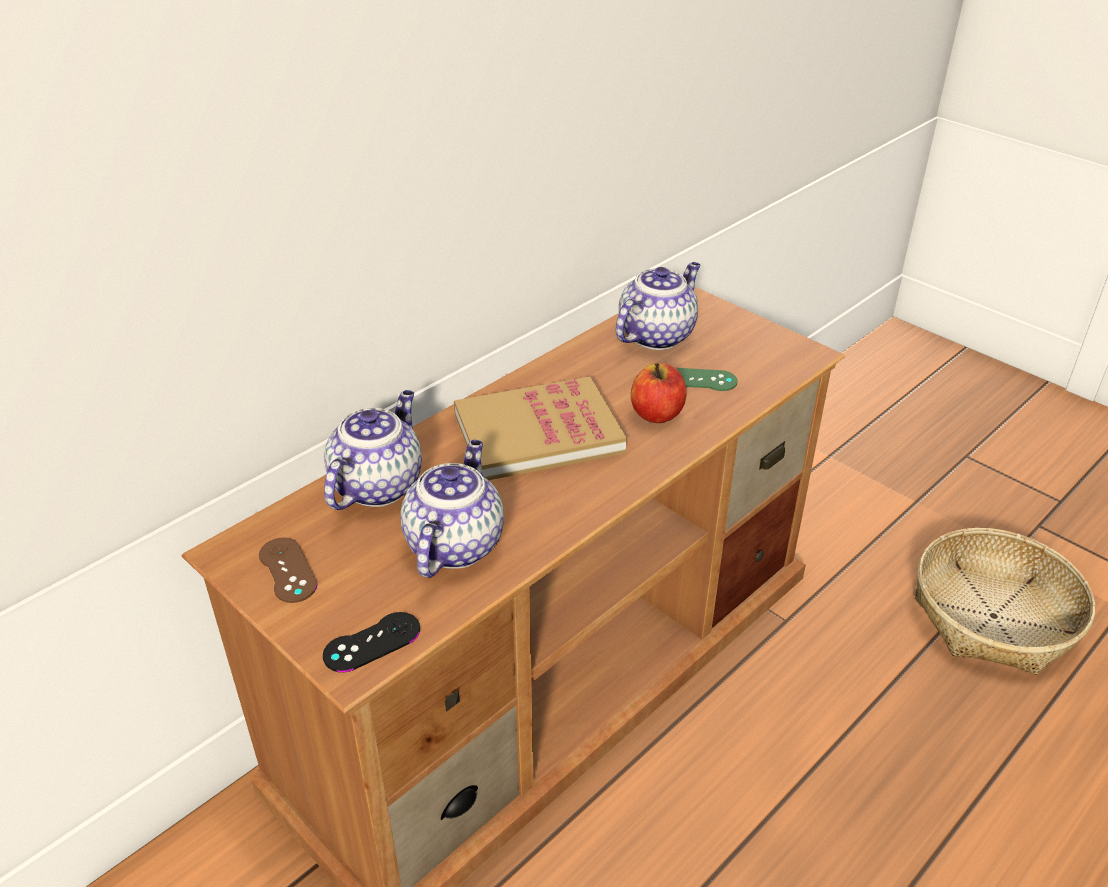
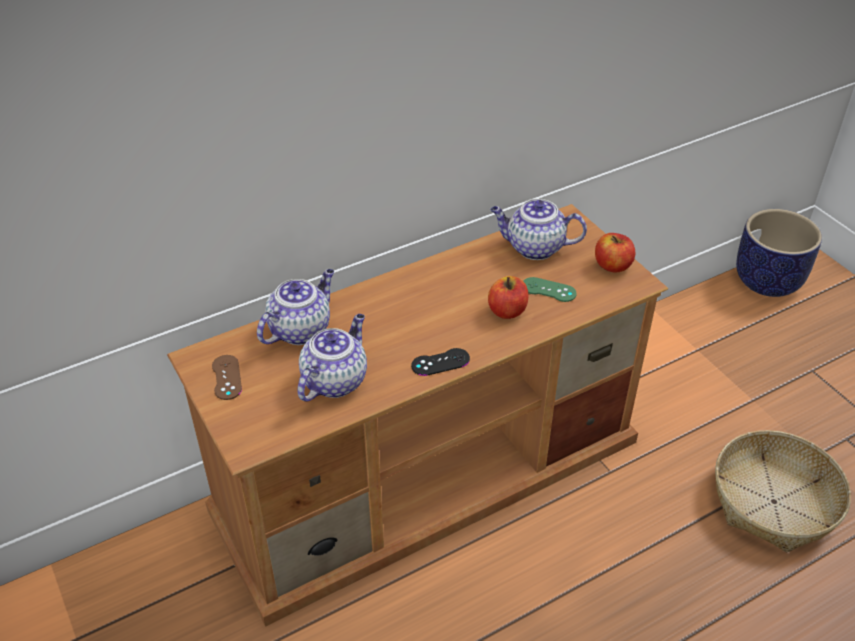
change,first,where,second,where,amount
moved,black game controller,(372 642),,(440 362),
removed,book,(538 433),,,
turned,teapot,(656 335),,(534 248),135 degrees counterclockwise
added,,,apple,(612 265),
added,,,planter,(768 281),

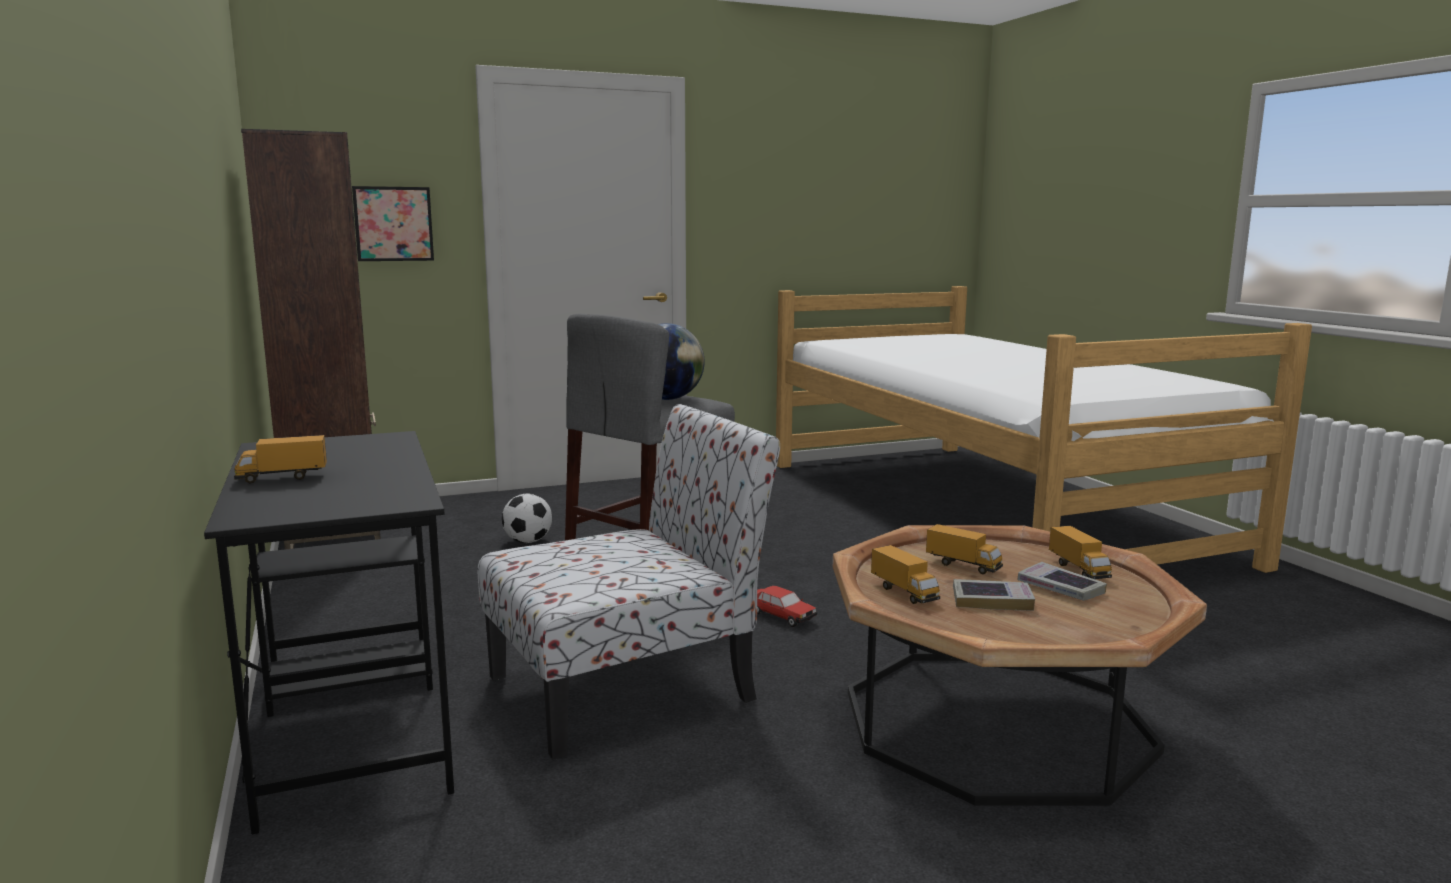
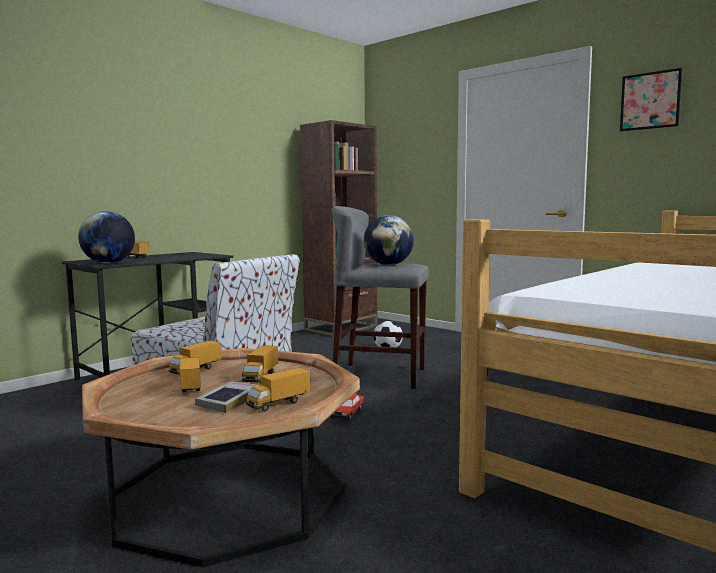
change,first,where,second,where,amount
moved,picture,(393 224),,(650 100),
replaced,book,(992 600),toy truck,(191 387),
added,,,globe,(108 263),

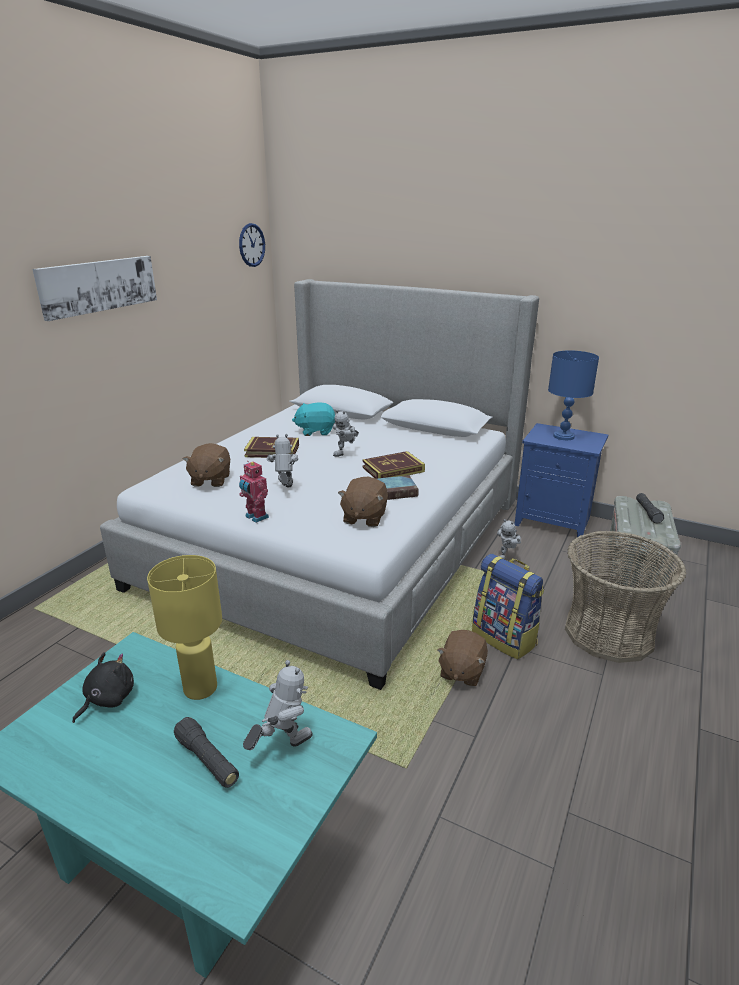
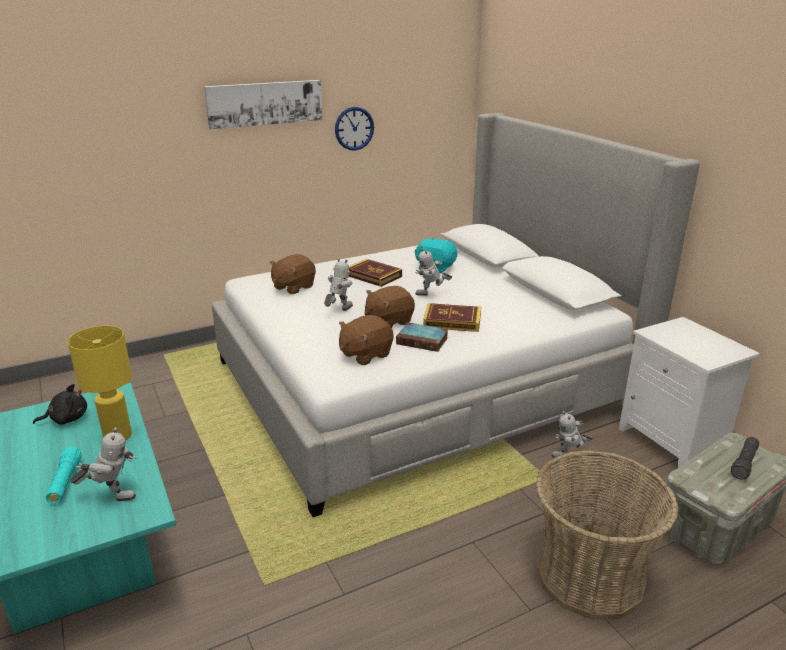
change,first,where,second,where,amount
recoloured,black flashlight,(207 760),turquoise flashlight,(65 482),
moved,wall clock,(251 245),,(354 128),
removed,toy robot,(255 517),,,
moved,brown plush toy,(461 671),,(388 321),
removed,backpack,(505 638),,,
recoloured,blue nightstand,(554 521),white nightstand,(674 441),
removed,blue table lamp,(563 436),,,

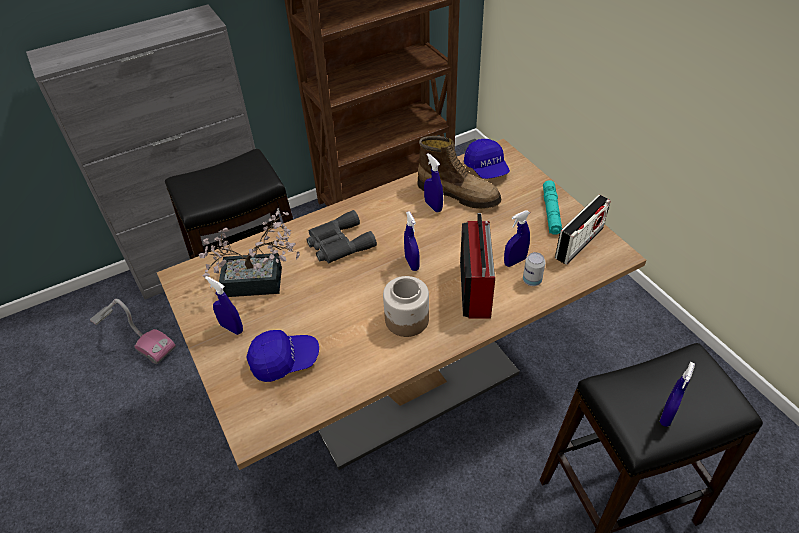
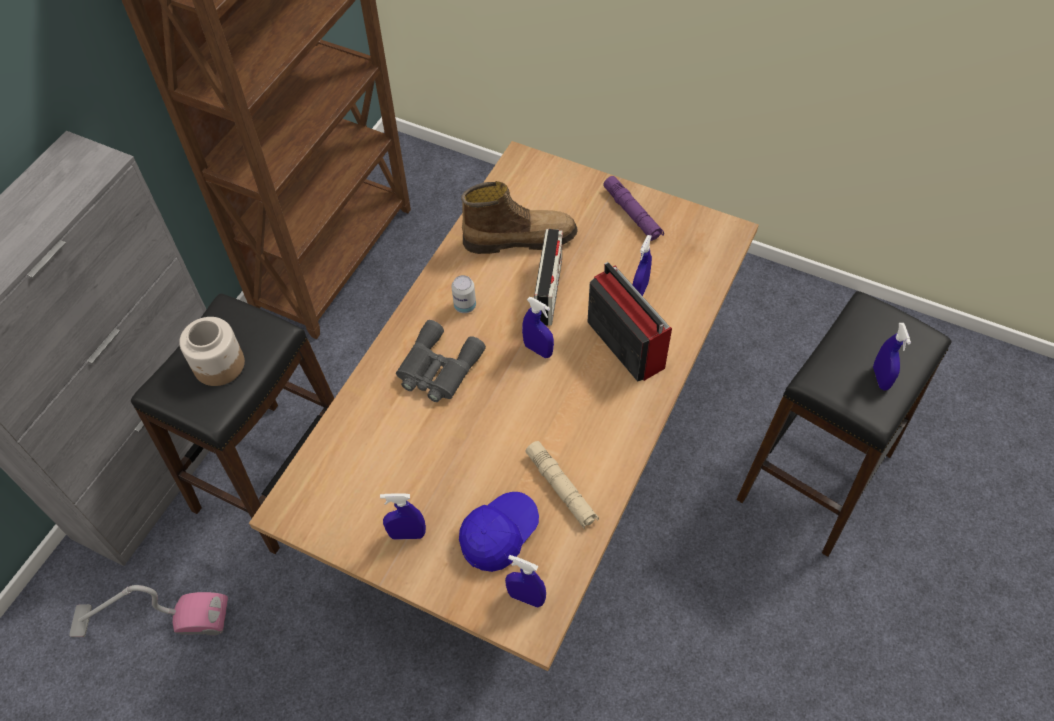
change,first,where,second,where,amount
removed,potted plant,(260 282),,,
moved,jar,(406 320),,(219 365),
moved,blue spray bottle,(433 206),,(526 597),
removed,blue cap,(486 169),,,
moved,can,(532 280),,(465 306),
recoloured,turquoise flashlight,(551 212),purple flashlight,(632 214),
moved,radio,(579 243),,(548 291),
added,,,beige flashlight,(561 488),

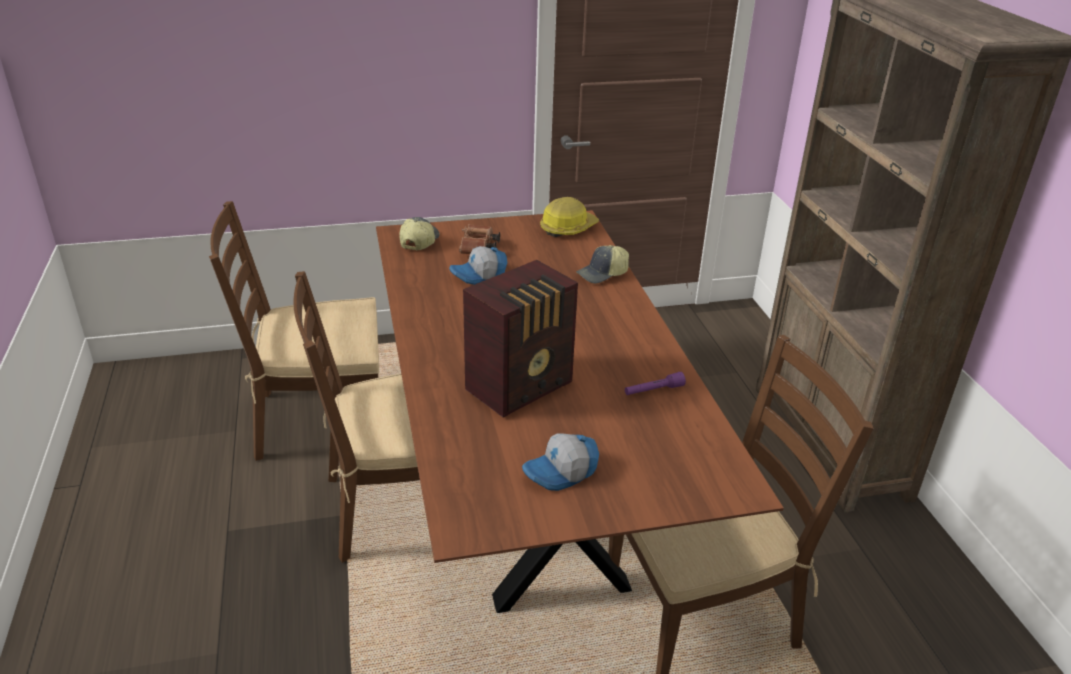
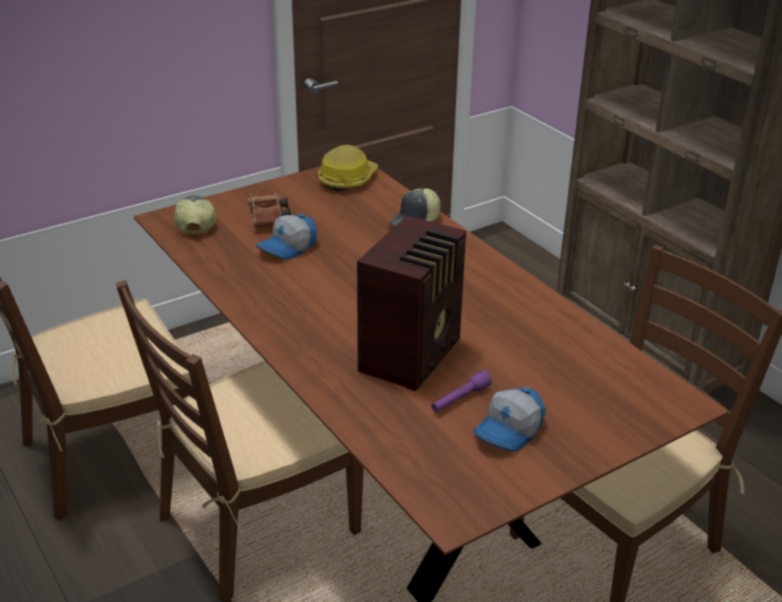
change,first,where,second,where,amount
moved,purple flashlight,(653 390),,(460 399),

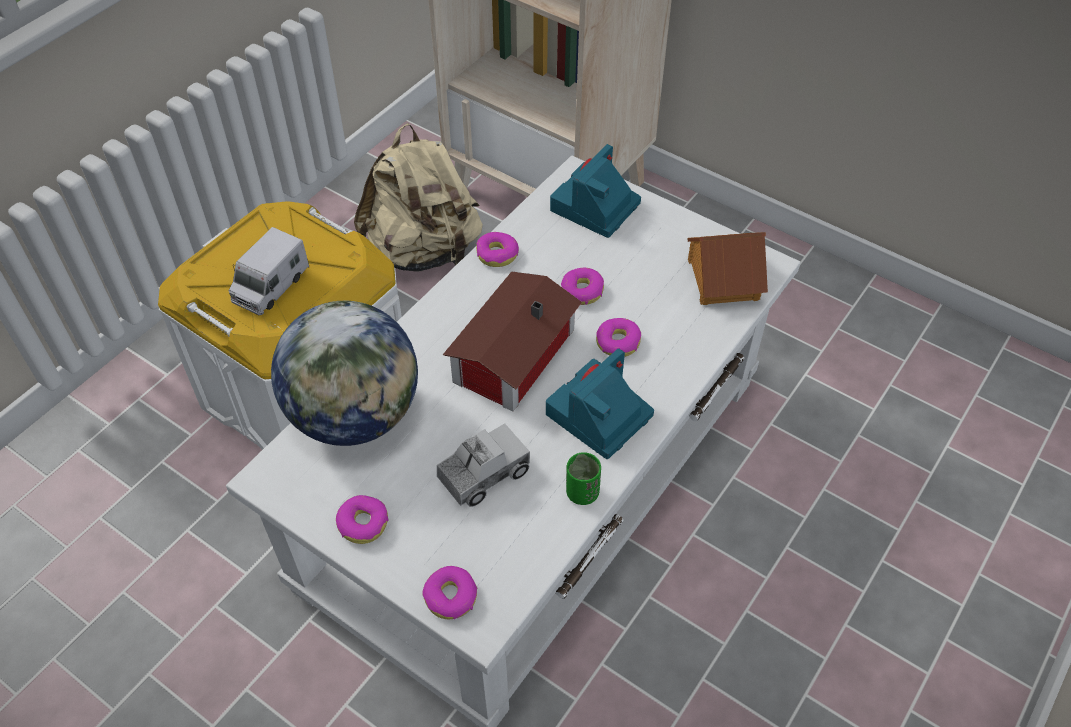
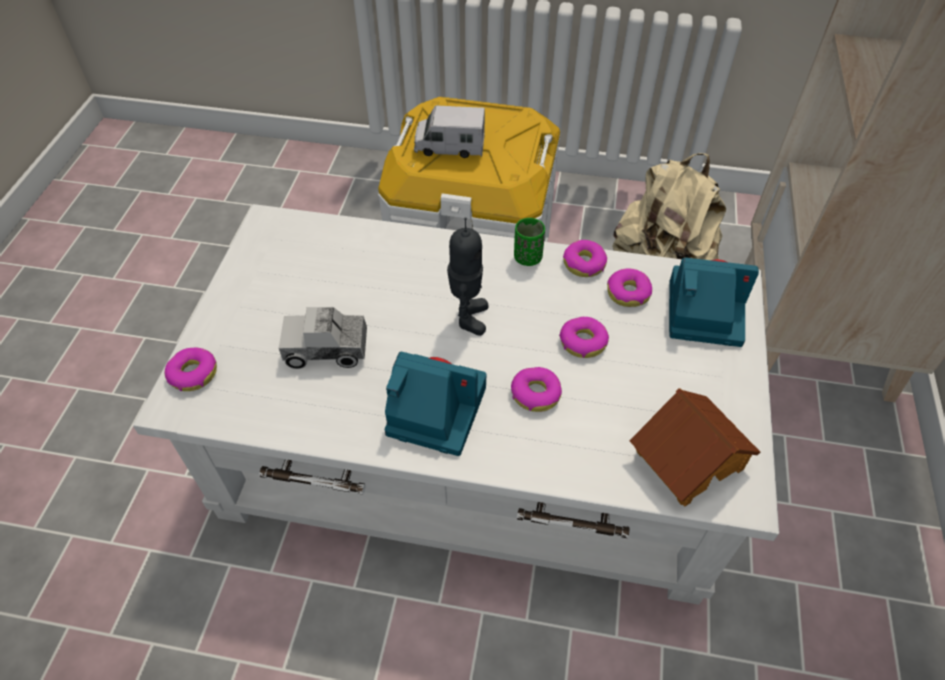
change,first,where,second,where,amount
removed,globe,(355 415),,,
moved,donut,(363 523),,(628 293),
turned,toy truck,(483 474),,(326 349),150 degrees clockwise
replaced,toy house,(509 356),toy robot,(468 318),
moved,green cup,(582 492),,(527 258),

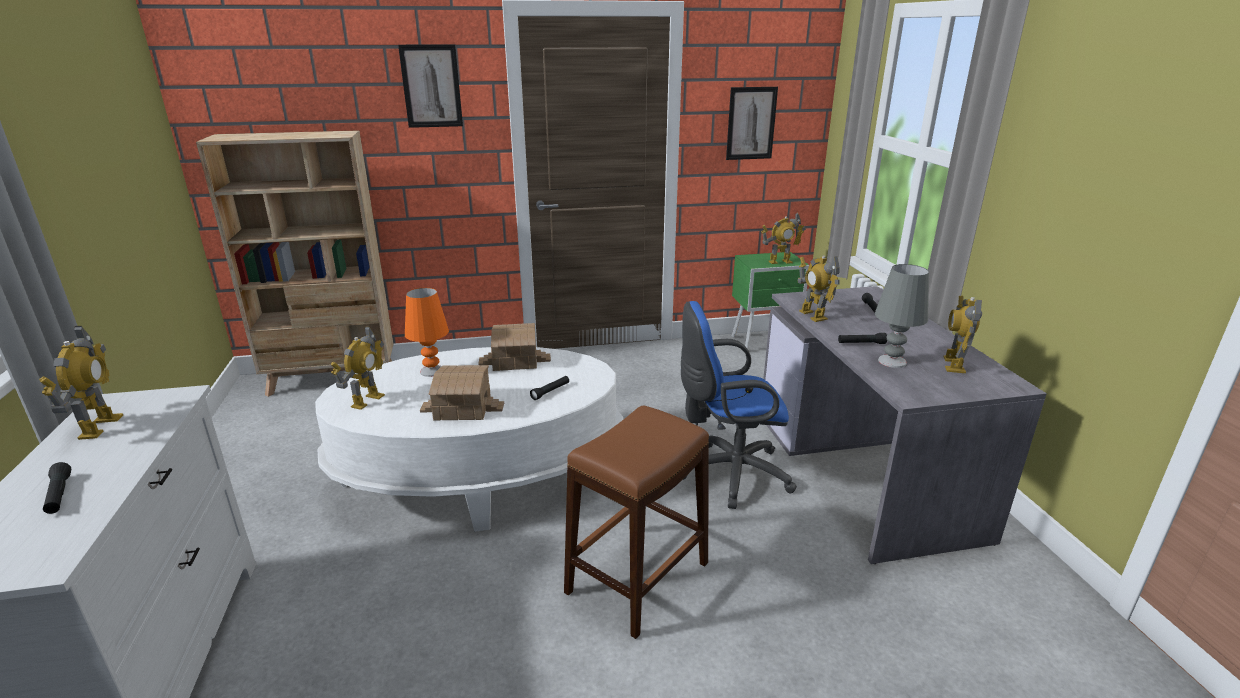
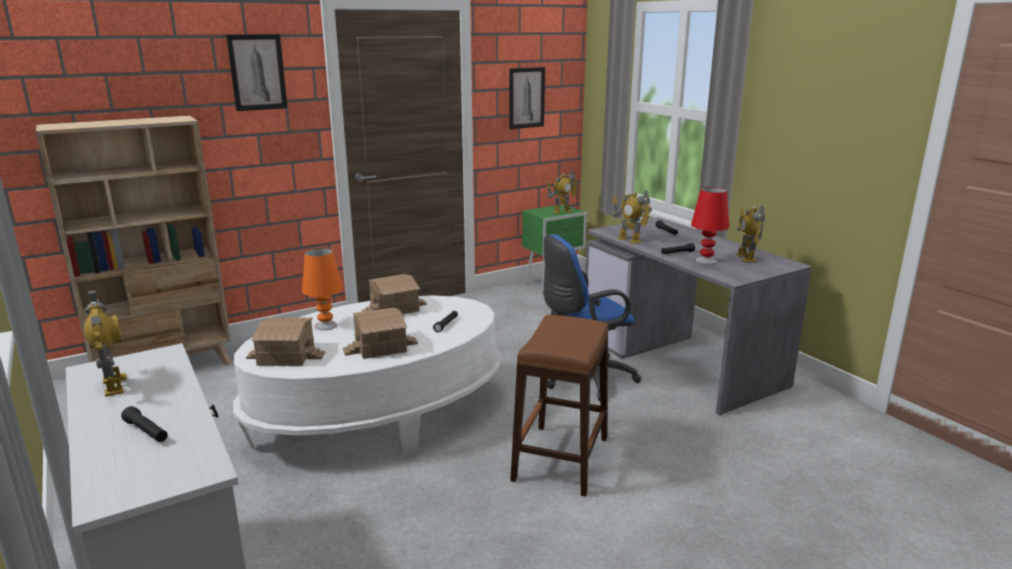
change,first,where,second,where,amount
replaced,toy robot,(367 401),toy house,(286 355),
recoloured,grey table lamp,(892 361),red table lamp,(706 261),

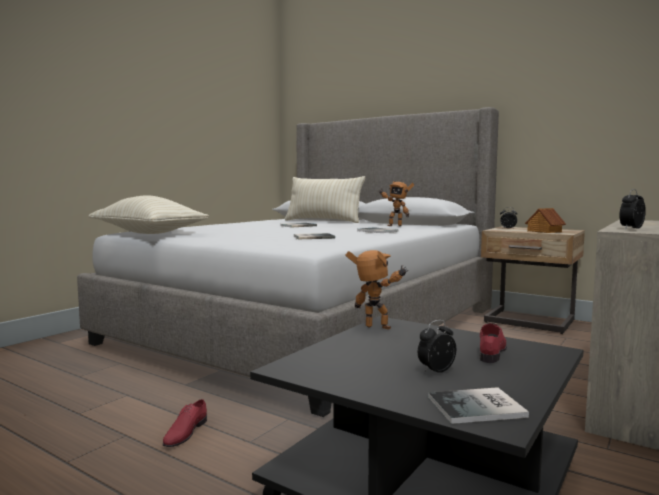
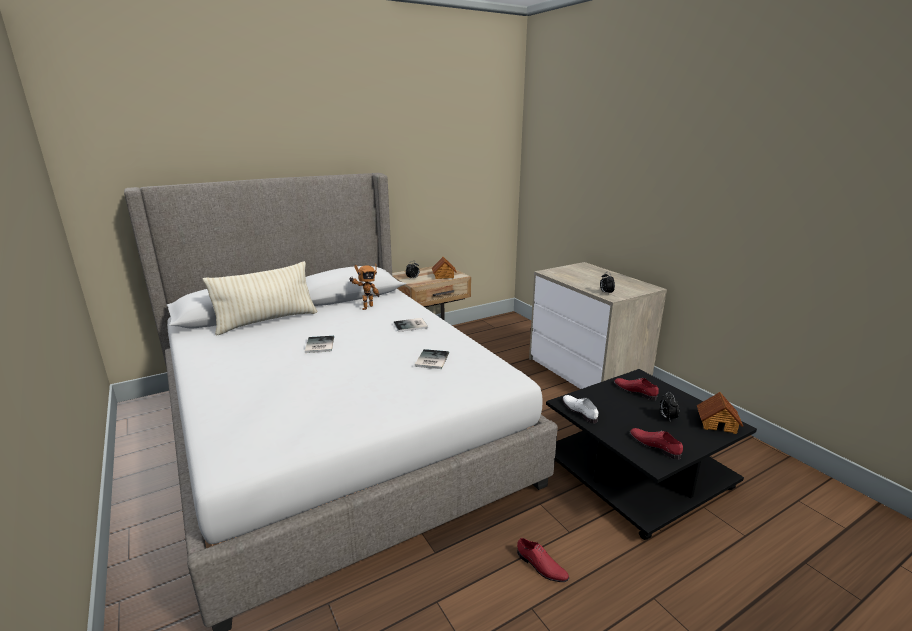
change,first,where,second,where,amount
removed,beige pillow,(148 233),,,
replaced,toy robot,(377 328),white shoe,(580 410),
replaced,book,(479 407),toy house,(717 423),
added,,,red shoe,(655 445),

